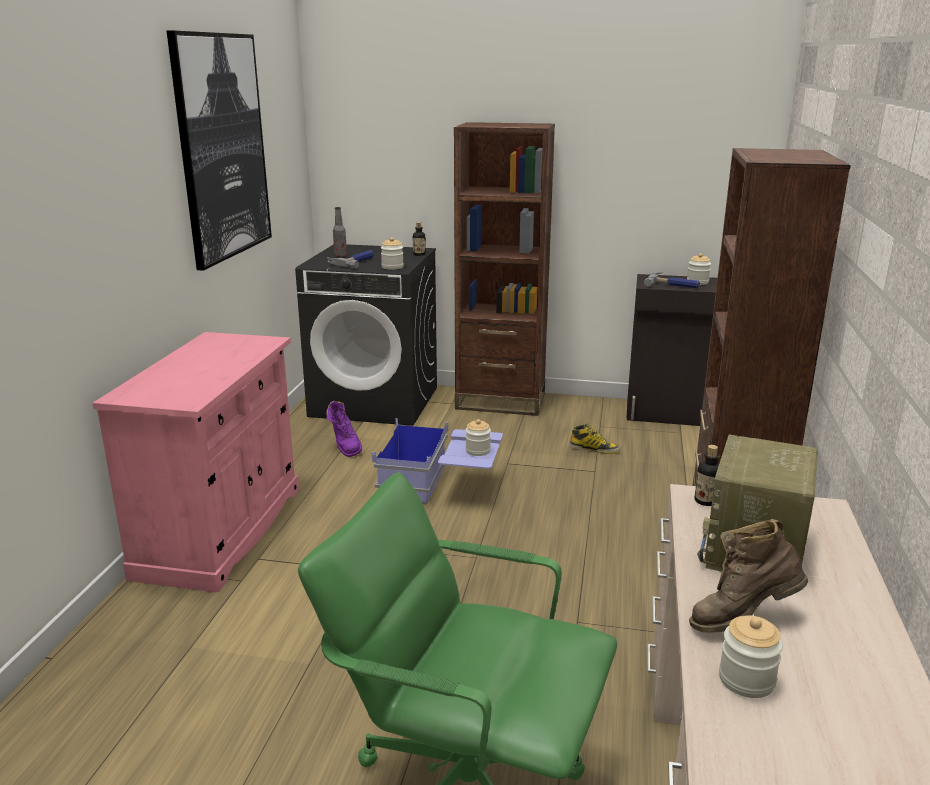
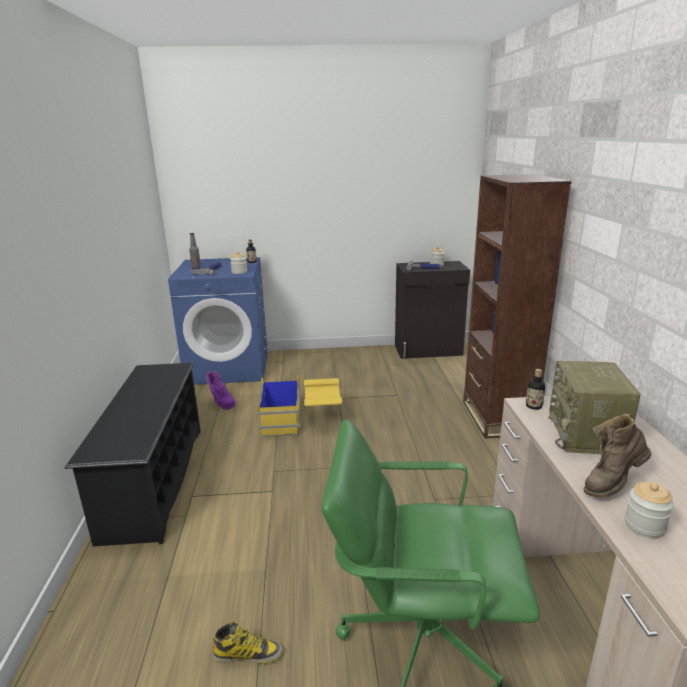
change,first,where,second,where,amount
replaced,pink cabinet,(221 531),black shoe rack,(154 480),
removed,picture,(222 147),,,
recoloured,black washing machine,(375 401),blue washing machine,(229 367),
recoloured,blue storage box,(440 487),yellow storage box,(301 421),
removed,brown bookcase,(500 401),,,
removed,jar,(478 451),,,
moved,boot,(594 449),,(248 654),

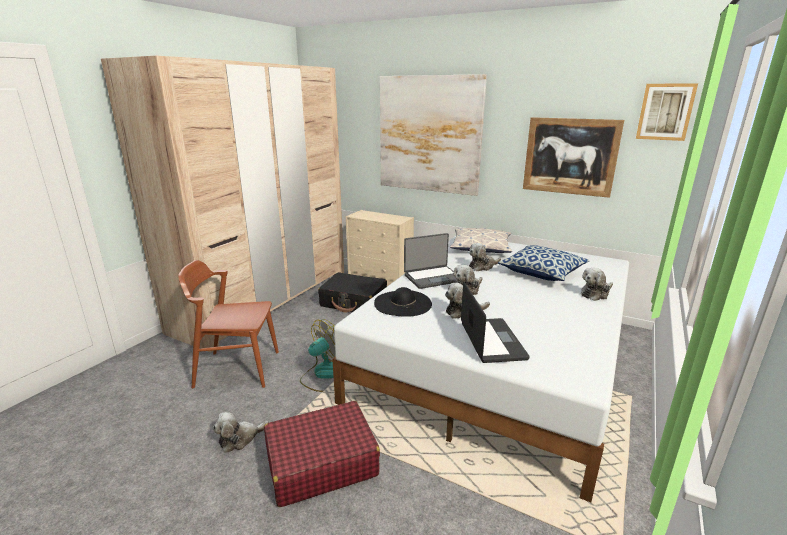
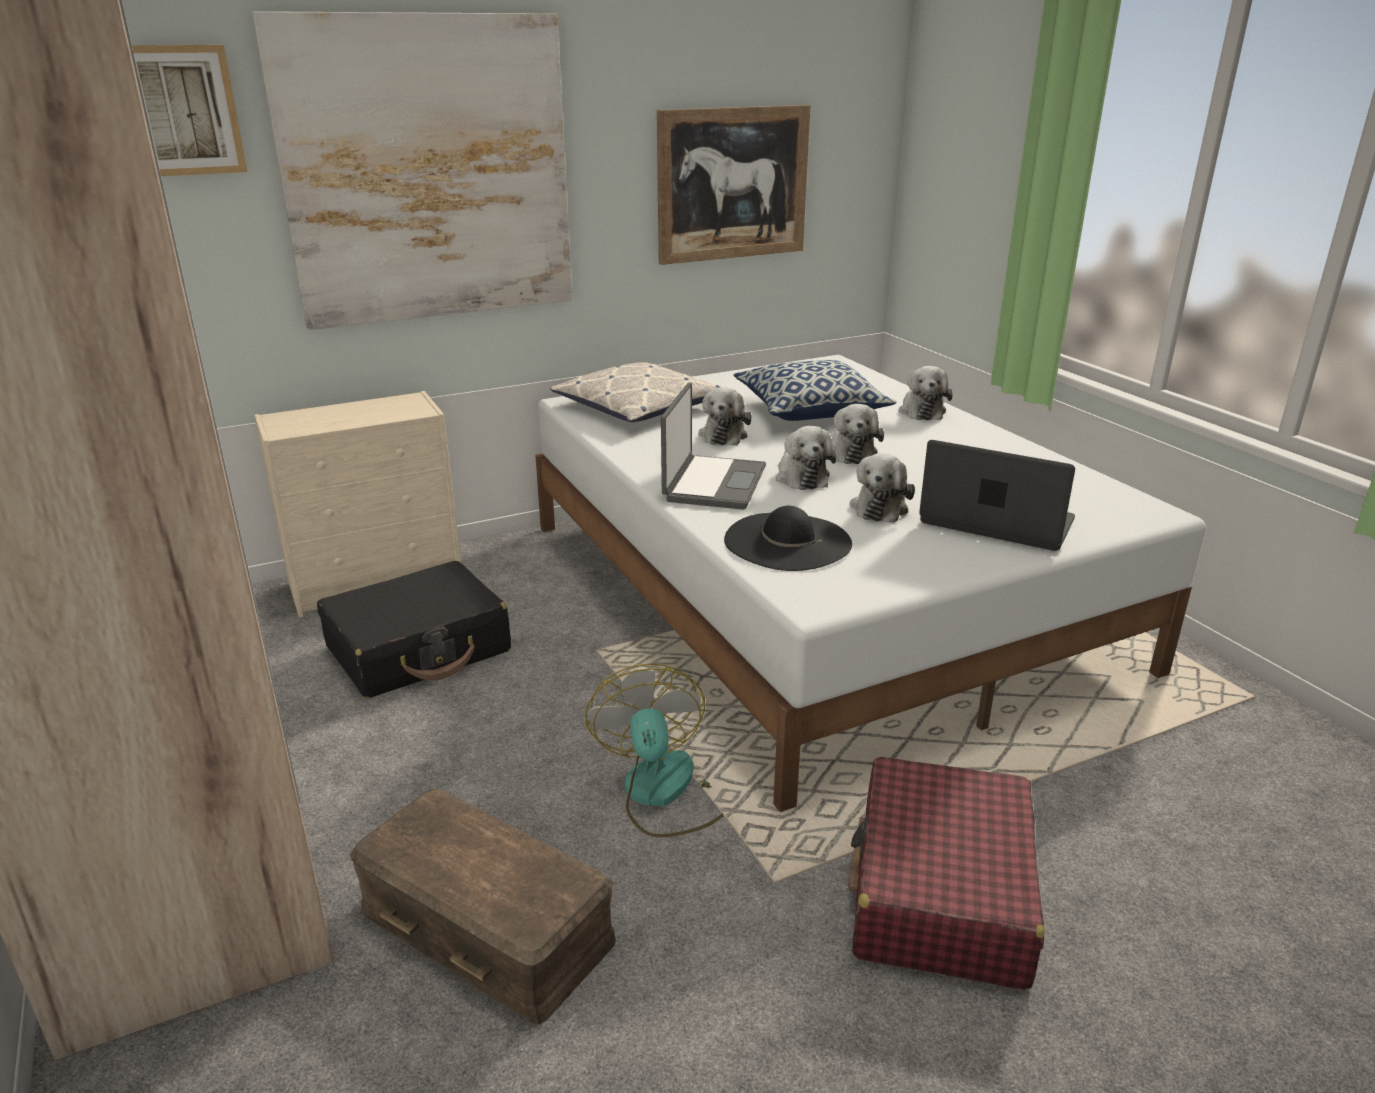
change,first,where,second,where,amount
replaced,brown chair,(237 369),brown storage box,(484 927),
moved,plush toy,(240 439),,(851 452),
moved,picture,(665 112),,(183 111),

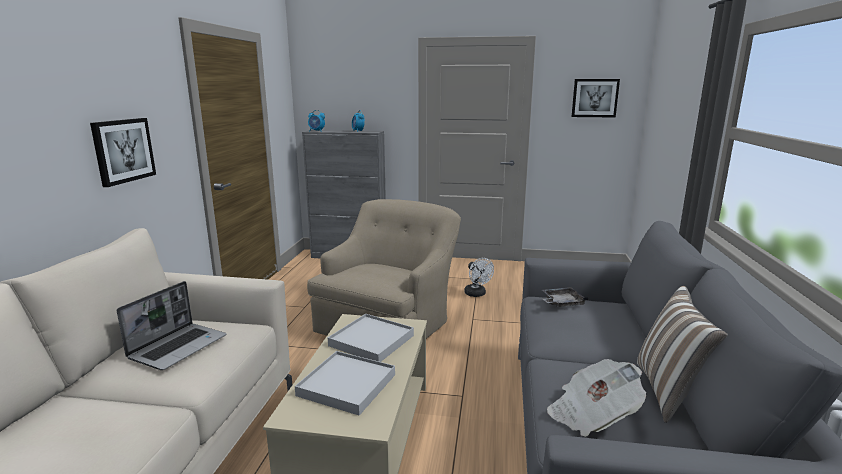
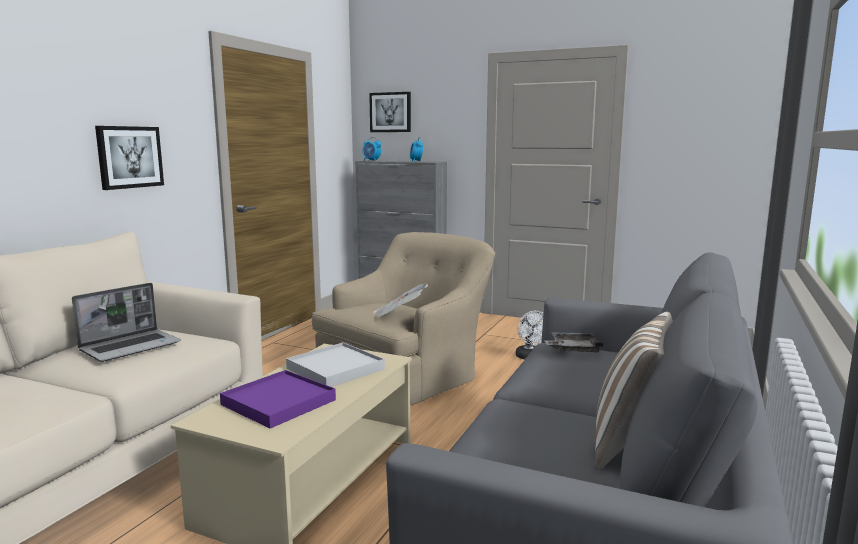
change,first,where,second,where,amount
recoloured,white tray,(346 385),purple tray,(278 402),
moved,newspaper,(592 415),,(399 315),
moved,picture,(594 98),,(390 112),

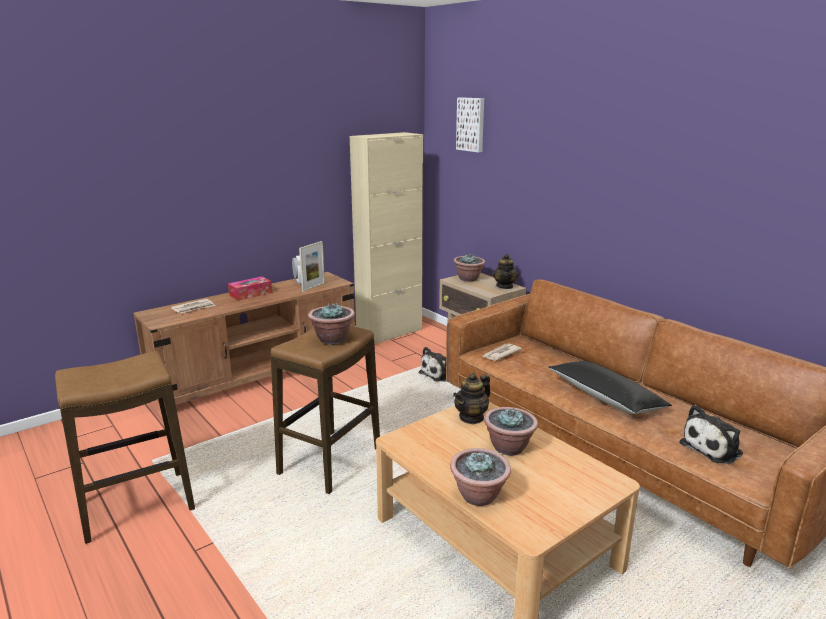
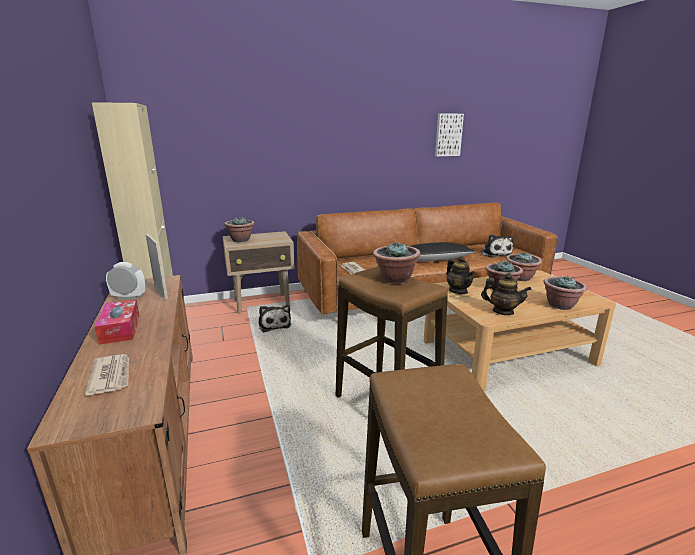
change,first,where,second,where,amount
moved,picture,(471 124),,(448 135),
moved,teapot,(505 286),,(503 311),
added,,,potted plant,(521 278),

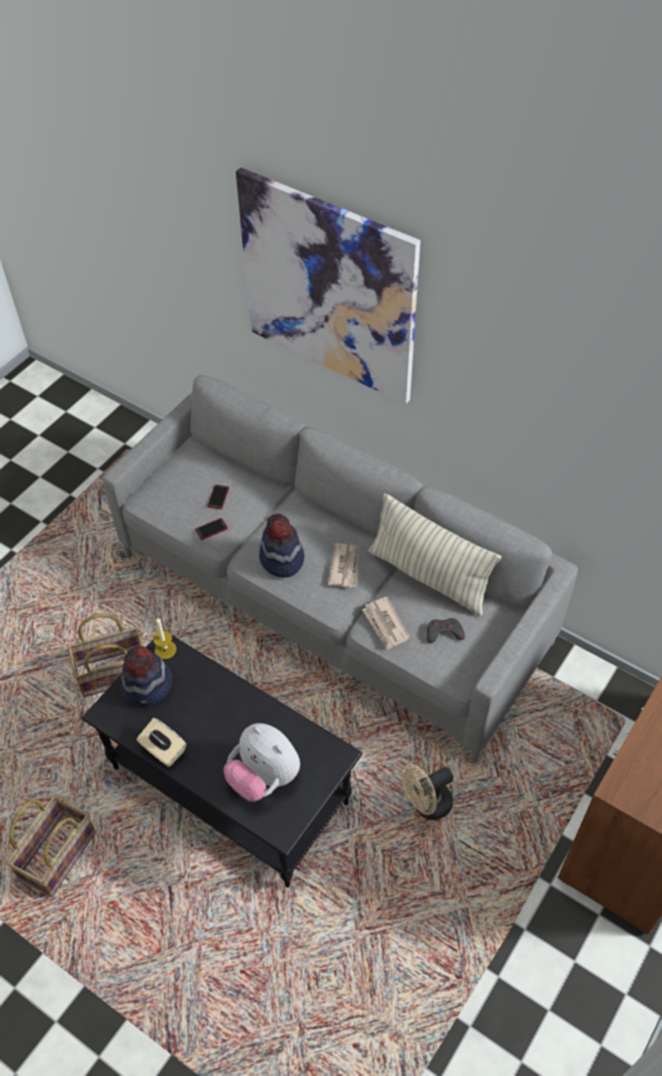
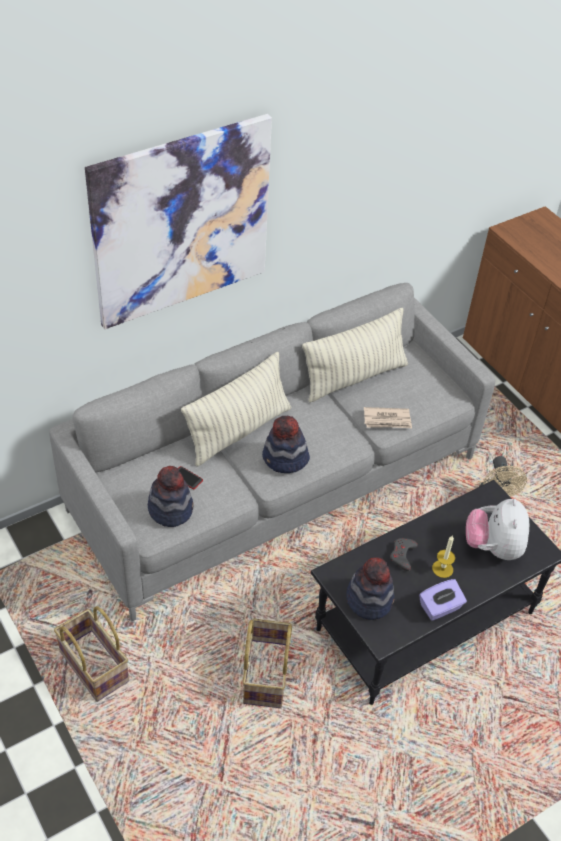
change,first,where,second,where,amount
moved,basket,(57 854),,(93 666),
recoloured,beige tissue box,(163 750),purple tissue box,(440 608),
moved,candle,(165 649),,(442 569),
removed,phone,(211 529),,,
turned,plush toy,(264 777),,(493 547),120 degrees clockwise
removed,newspaper,(345 566),,,
moved,grey game controller,(444 632),,(402 555),
added,,,hat,(170 509),
added,,,pillow,(238 431),

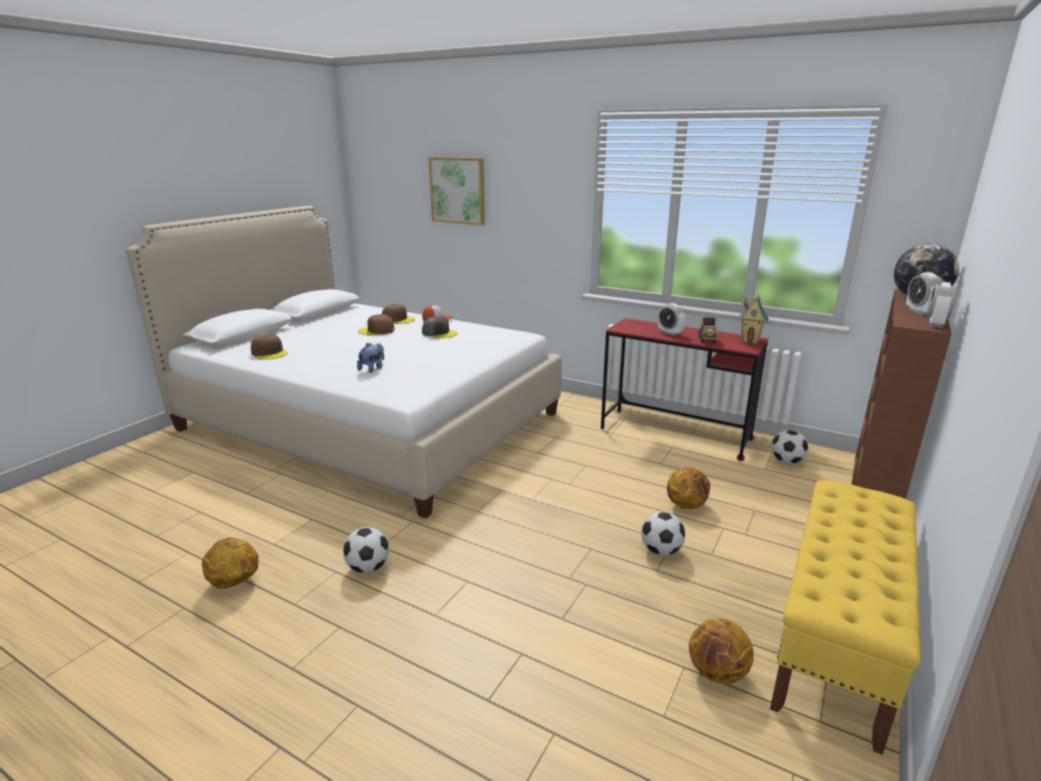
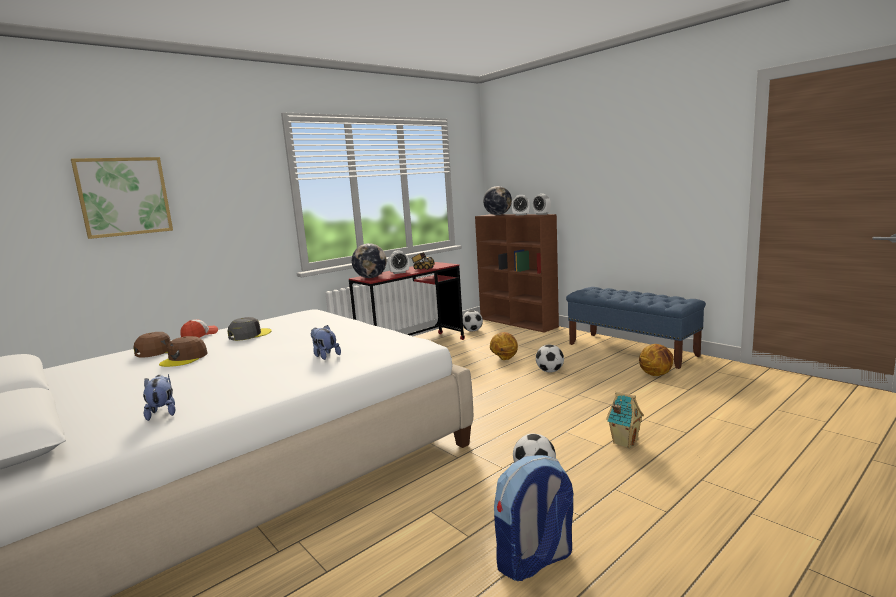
change,first,where,second,where,amount
replaced,basketball,(234 582),backpack,(534 561),
replaced,brown cap,(269 353),plush toy,(162 412),
moved,toy house,(750 340),,(624 442),
recoloured,yellow bench,(836 640),blue bench,(631 350),
added,,,globe,(370 277),

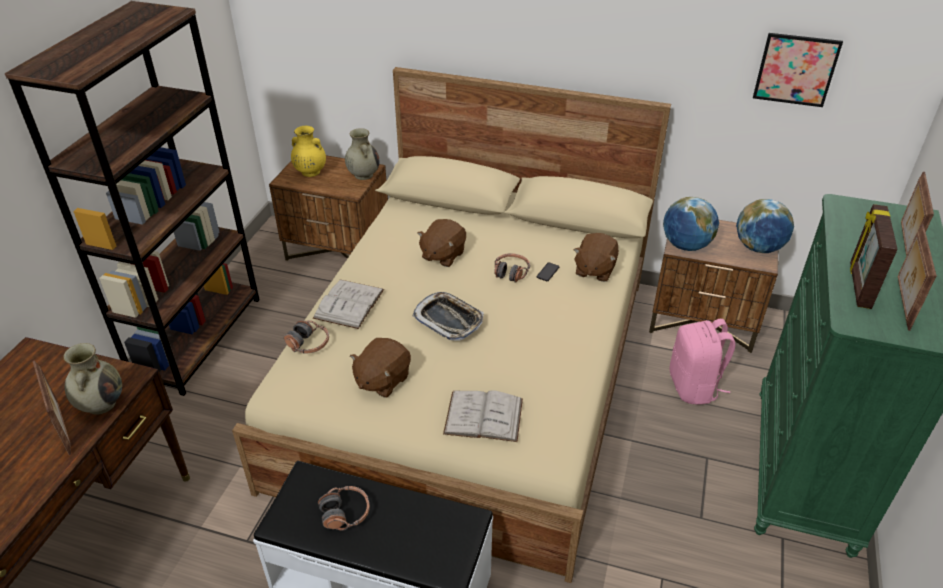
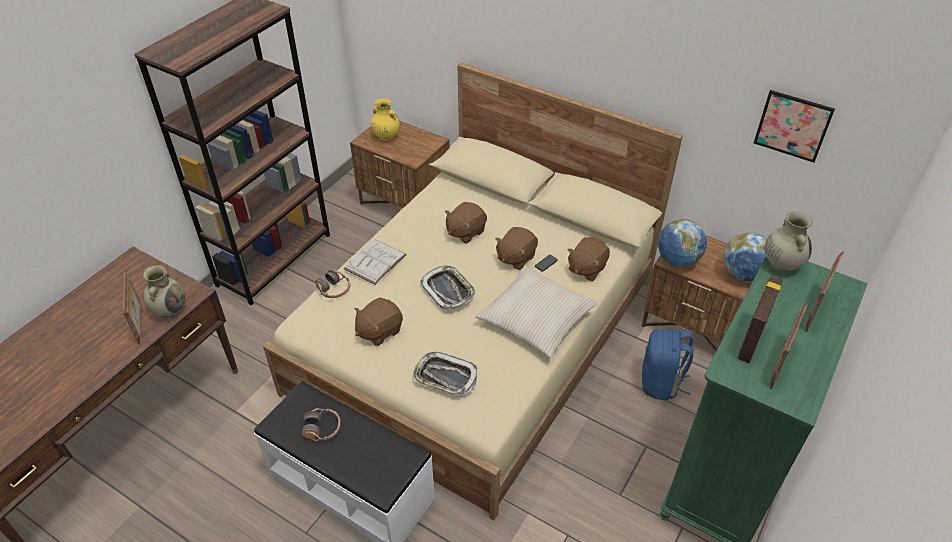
change,first,where,second,where,amount
moved,beige vase,(363 175),,(781 264),
replaced,white book,(483 416),tray,(445 377),
replaced,headphones,(511 272),brown plush toy,(515 257),
recoloured,pink backpack,(694 387),blue backpack,(661 383),
added,,,beige pillow,(536 318),

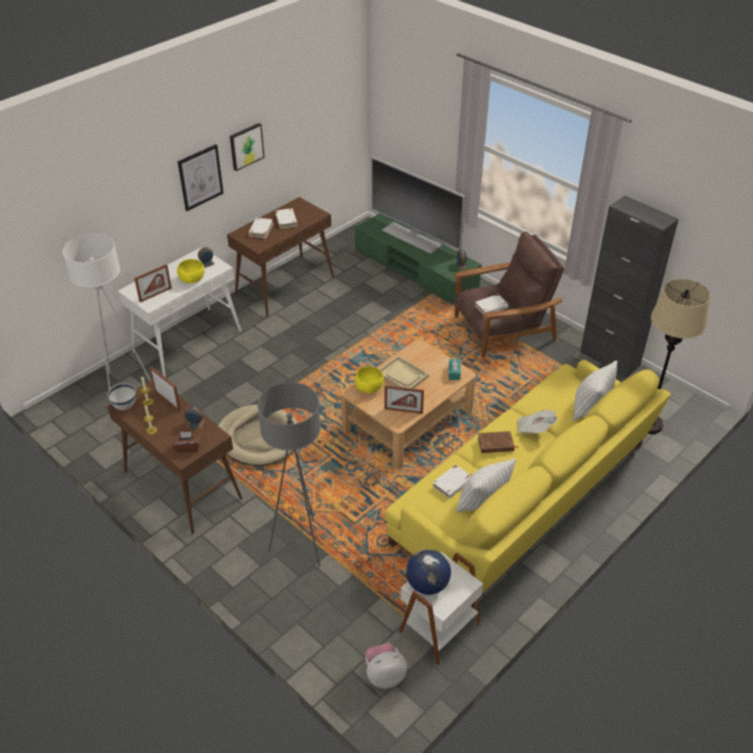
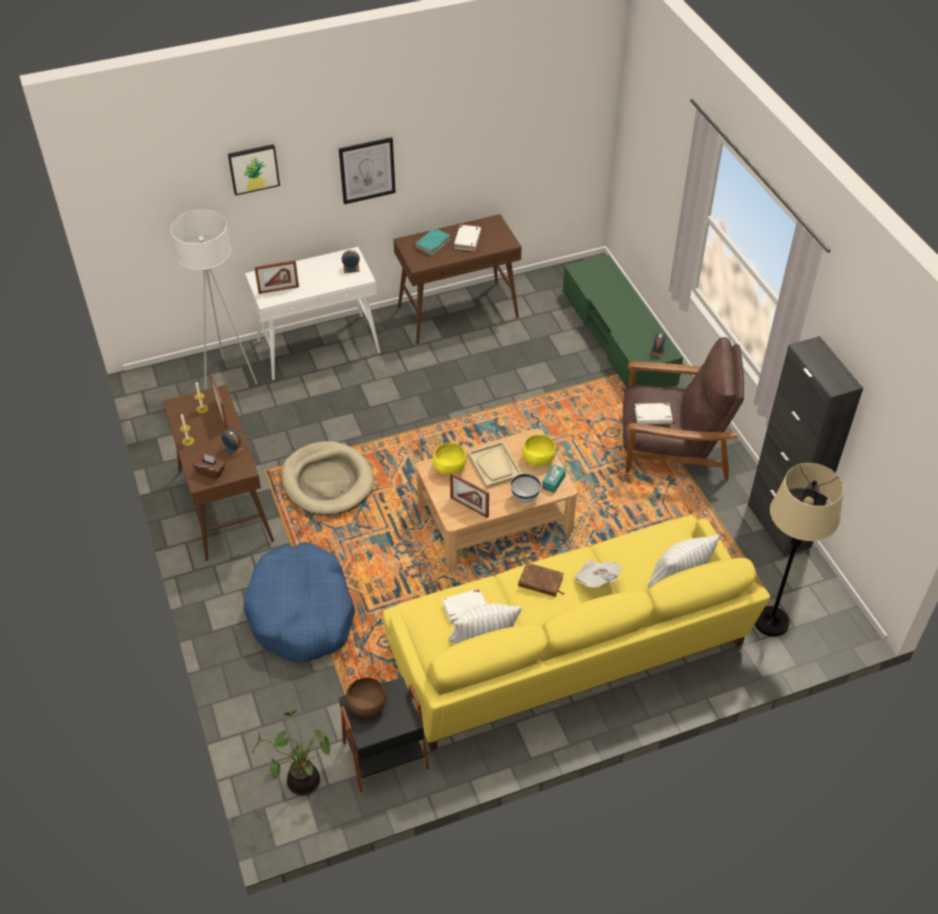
change,first,where,second,where,amount
moved,white bowl,(125 406),,(525 498),
moved,yellow bowl,(192 279),,(538 459),
moved,picture,(246 146),,(253 168),
recoloured,white book,(260 230),turquoise book,(432 244),
replaced,grey floor lamp,(301 545),blue dog bed,(302 613),
replaced,plush toy,(384 675),potted plant,(302 779),
removed,television,(412 237),,,
recoloured,white side table,(438 627),black side table,(384 754),
replaced,globe,(427 584),brown bowl,(366 705),

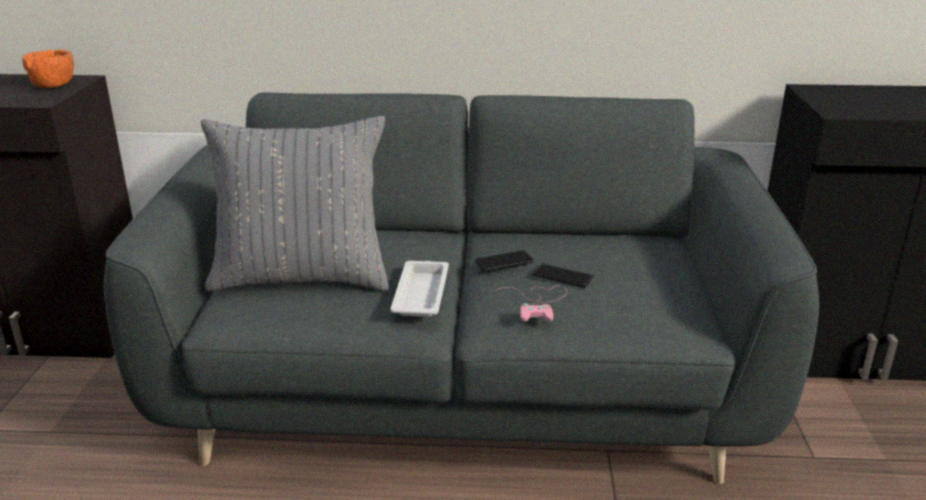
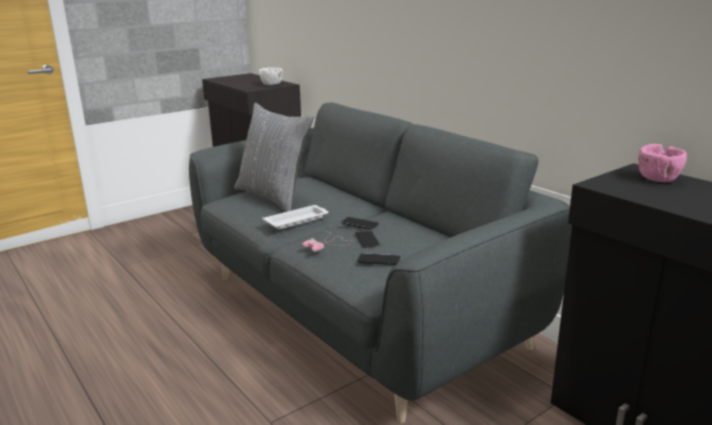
change,first,where,second,where,amount
recoloured,orange bowl,(53 85),white bowl,(272 84),
added,,,phone,(379 260),
added,,,pink bowl,(657 179),

